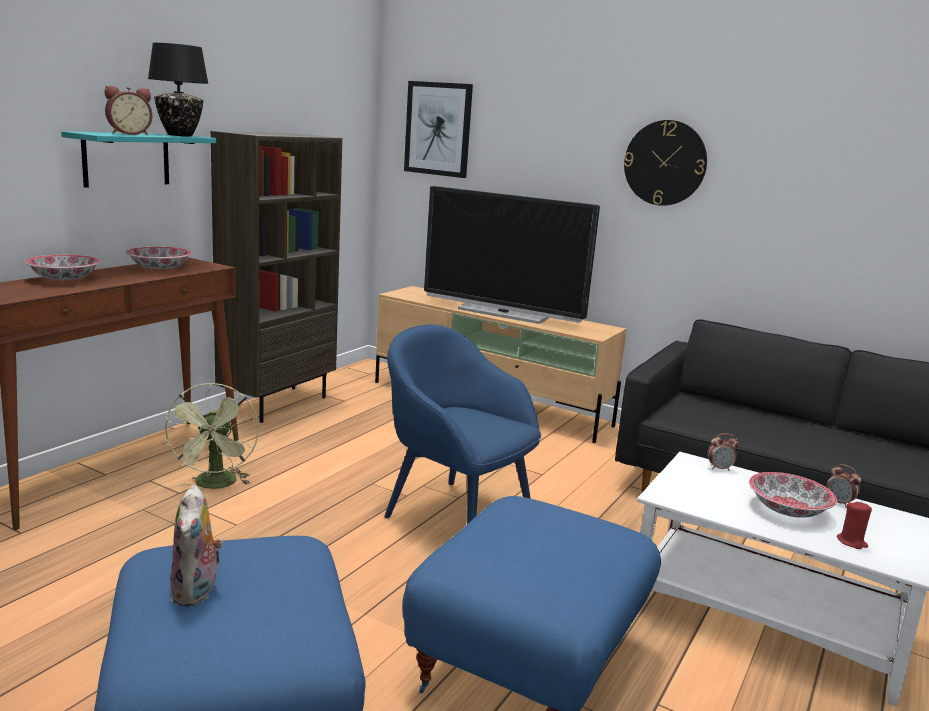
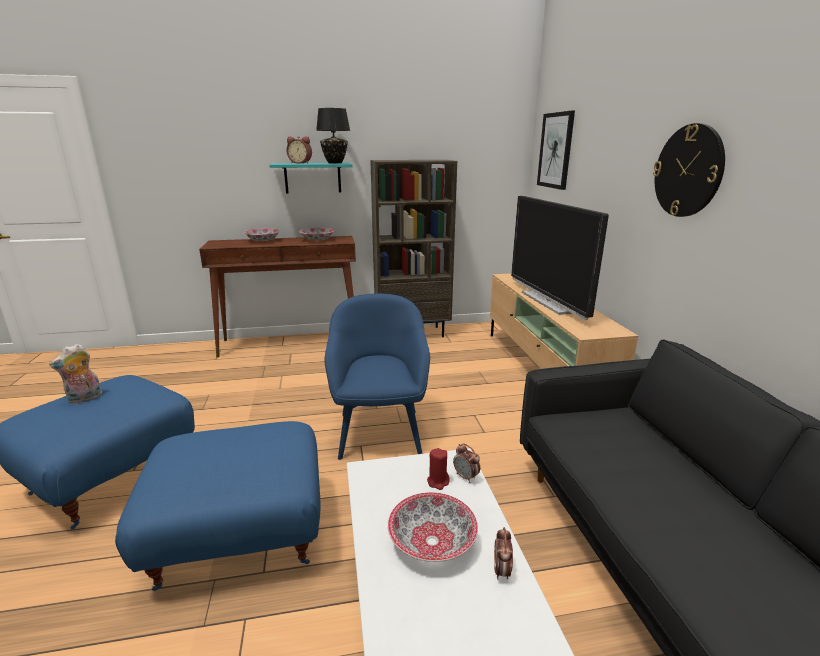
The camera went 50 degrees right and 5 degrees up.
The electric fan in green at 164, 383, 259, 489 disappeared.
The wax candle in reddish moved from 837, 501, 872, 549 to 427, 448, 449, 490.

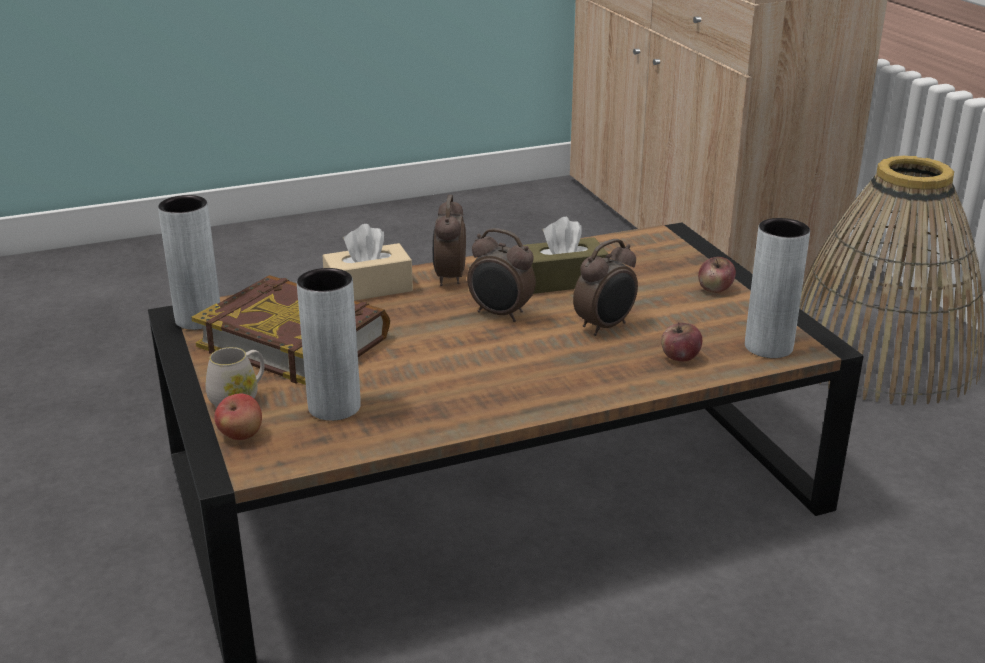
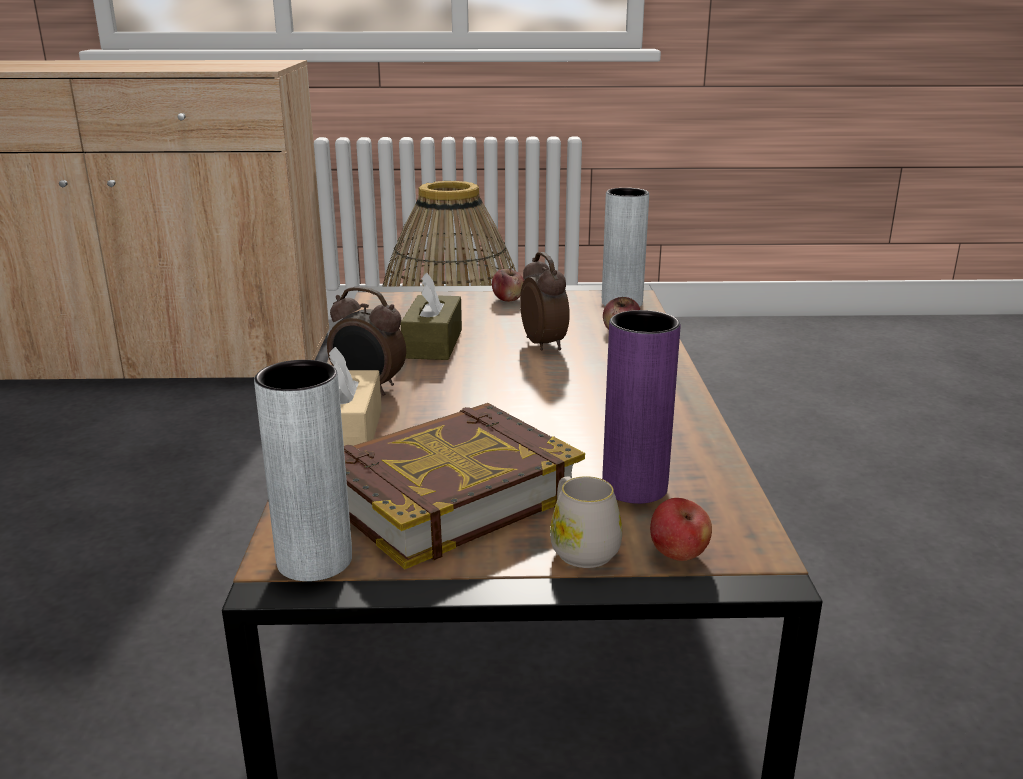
The camera went 70 degrees left and 5 degrees down.
The bedside clock at 467, 228, 536, 322 disappeared.
The decorative vase in grey at 297, 268, 361, 421 became the decorative vase in purple at 602, 310, 681, 504.

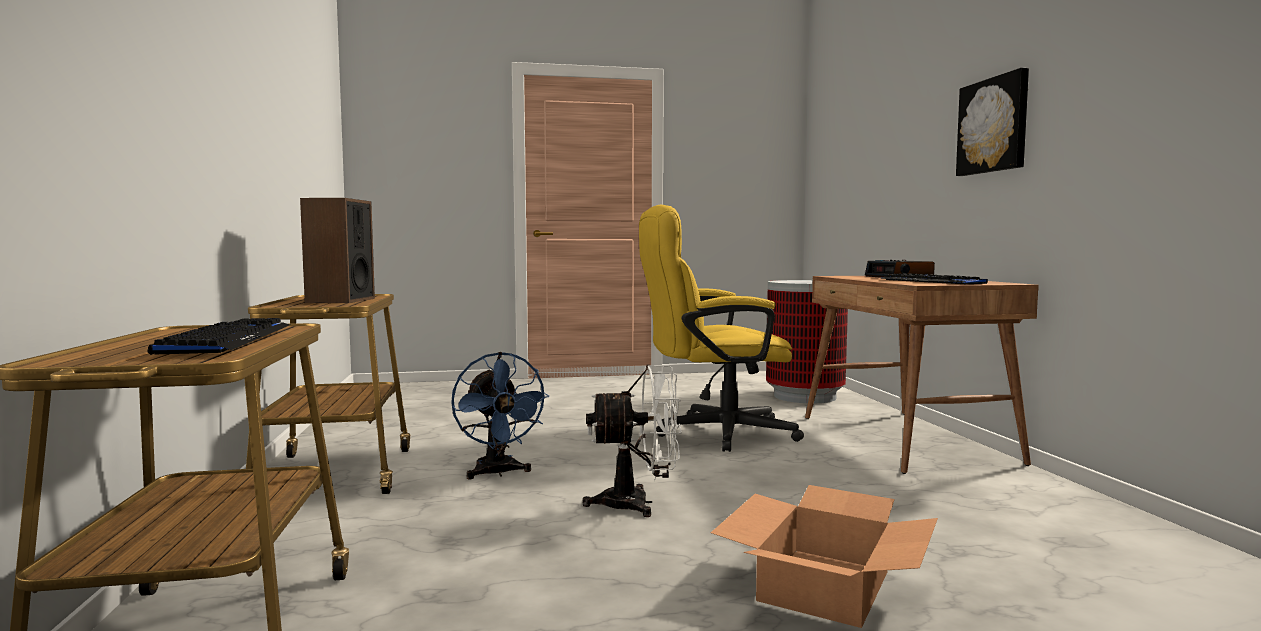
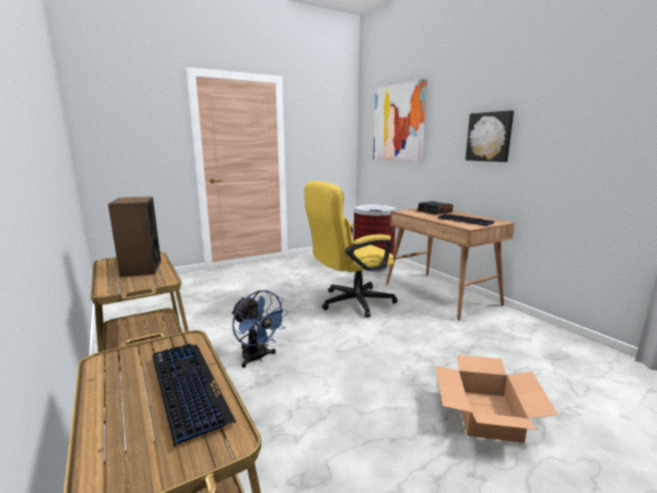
The camera went 20 degrees left and 10 degrees up.
The electric fan in white-coloured at 583, 364, 682, 517 disappeared.
The wall art at 373, 79, 427, 162 appeared.

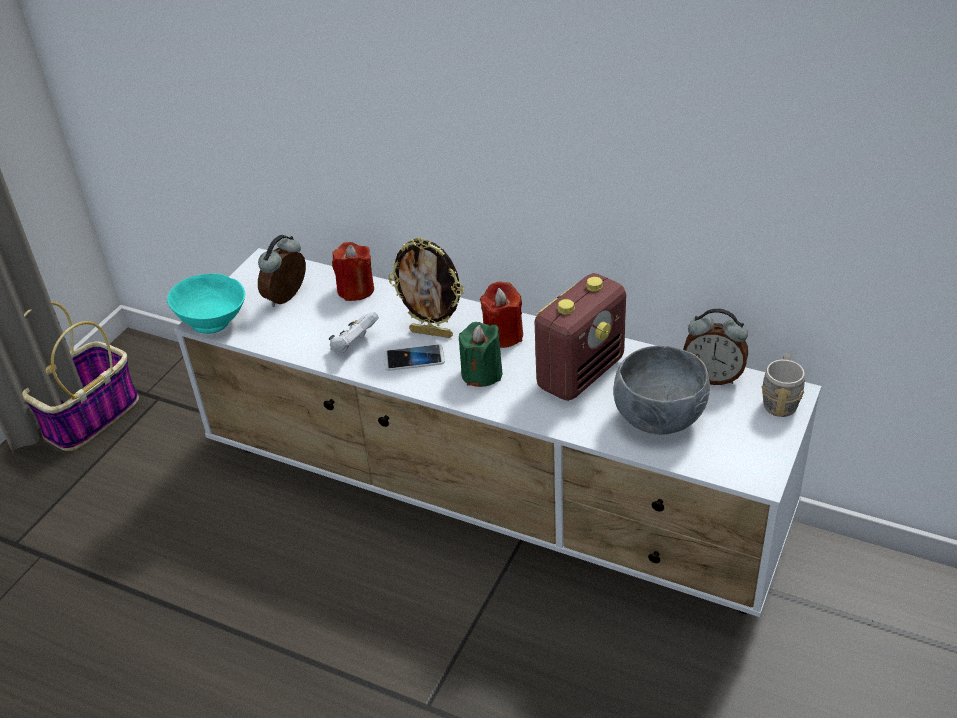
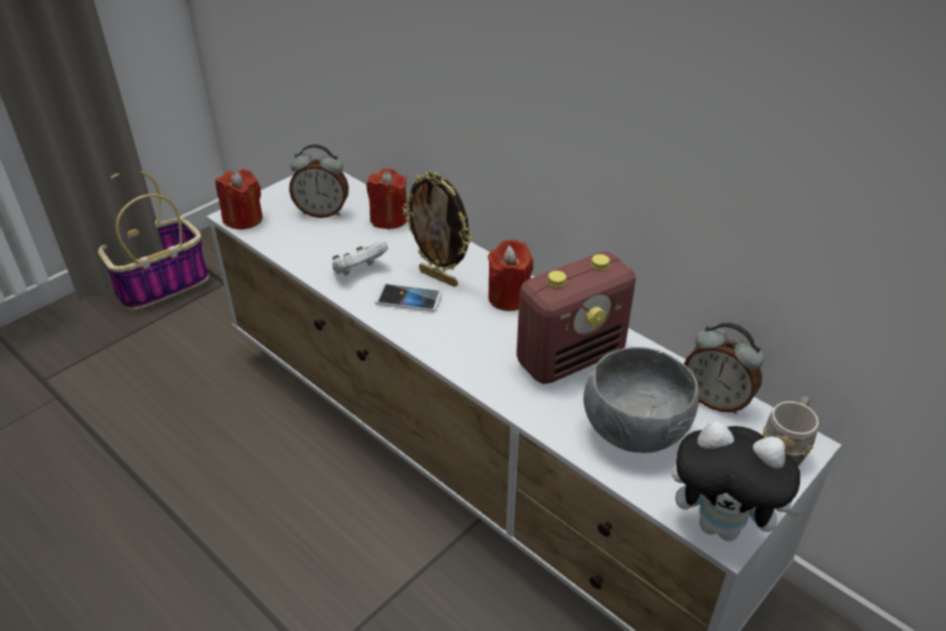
The camera went 15 degrees right and 0 degrees up.
The bedside clock at 258, 235, 306, 307 turned 135 degrees counterclockwise.
The bowl in turquoise-coloured at 167, 273, 245, 334 was replaced by the wax candle in reddish at 216, 169, 263, 229.
The wax candle in green at 459, 322, 503, 387 disappeared.
The cuddly toy at 672, 421, 806, 541 appeared.

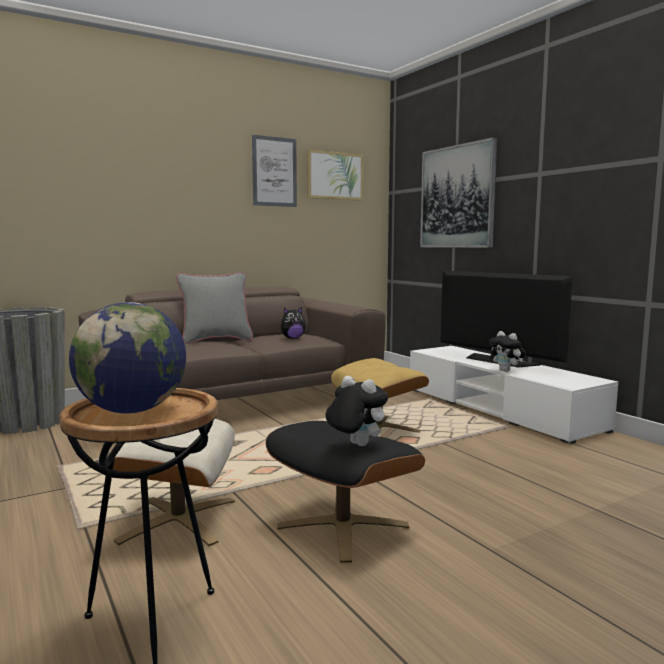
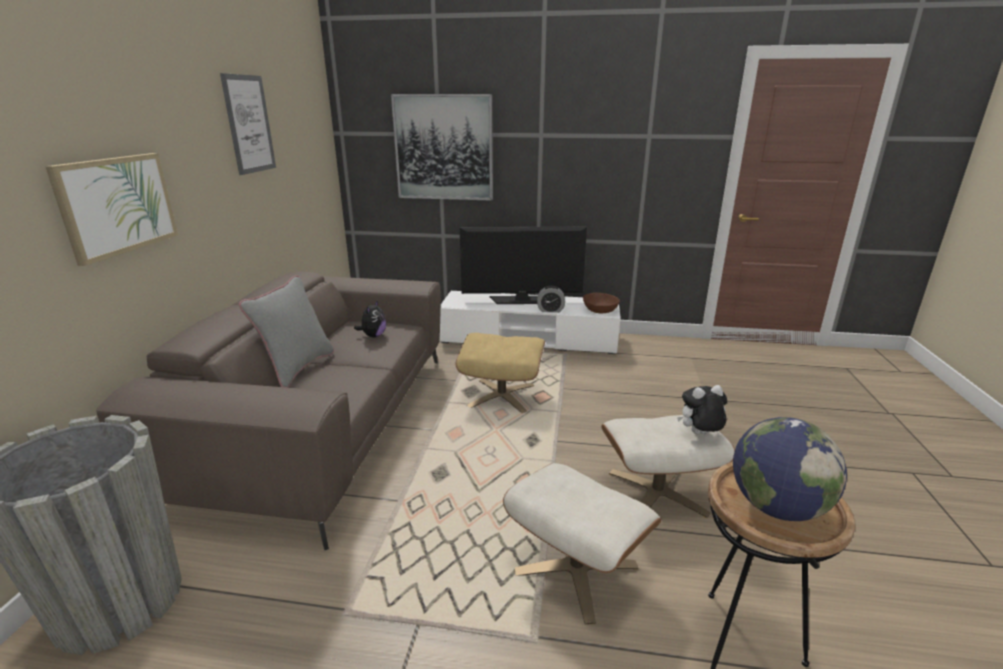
The camera went 50 degrees left and 15 degrees up.
The wall art moved from 307, 149, 363, 201 to 45, 153, 178, 266.
The cuddly toy at 489, 331, 526, 372 was replaced by the bedside clock at 537, 286, 565, 313.
The footrest in blackish at 266, 421, 425, 563 became the footrest in beige-coloured at 601, 415, 735, 518.
The bowl in brown at 583, 293, 620, 313 appeared.

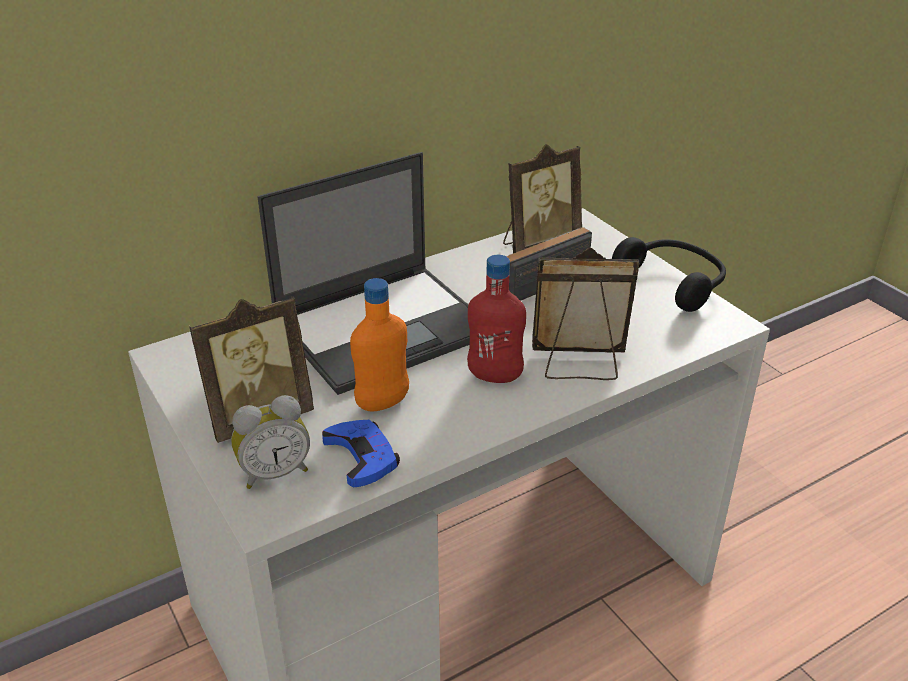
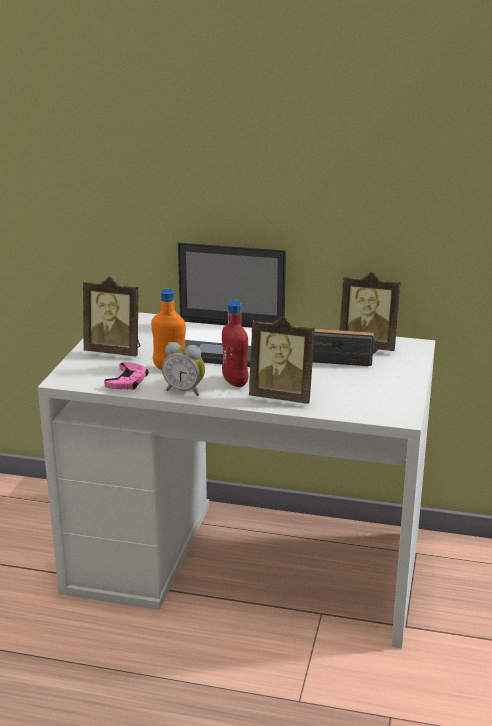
The camera went 45 degrees right and 10 degrees down.
The pair of headphones in blackish at 612, 237, 726, 312 disappeared.
The photo frame at 532, 248, 639, 380 turned 150 degrees clockwise.
The bedside clock moved from 231, 395, 310, 489 to 162, 342, 205, 396.
The gamepad in bluish at 322, 420, 400, 487 became the gamepad in pink at 104, 362, 149, 390.

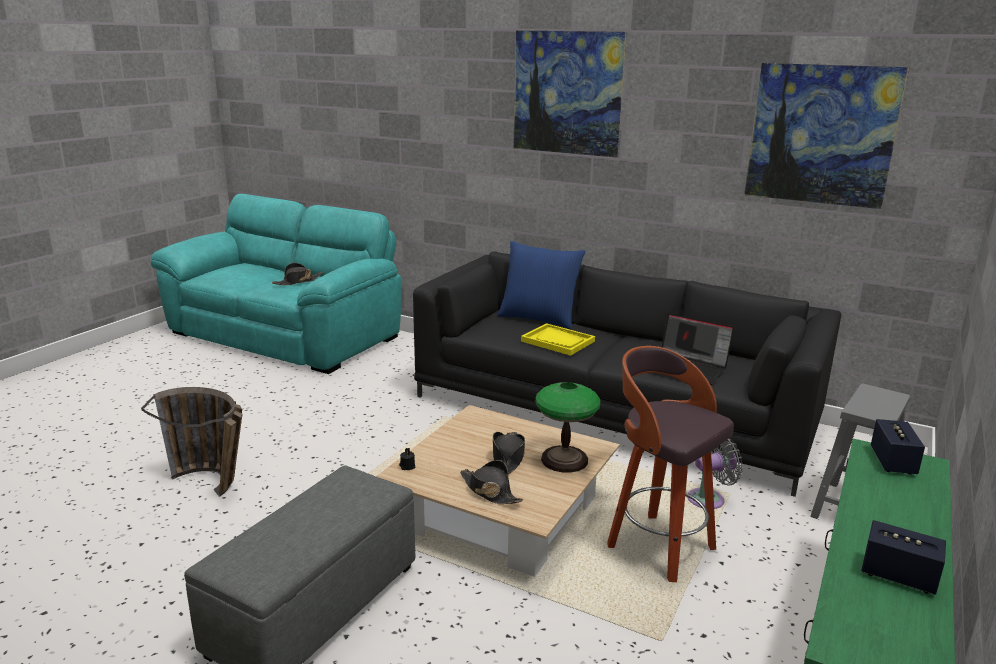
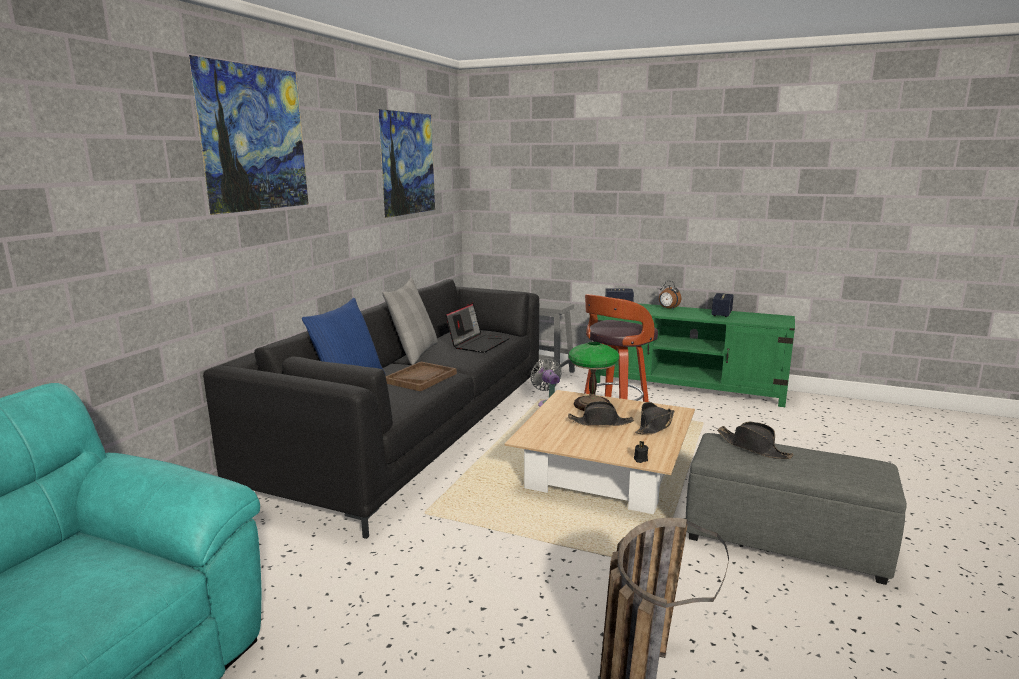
The camera went 95 degrees left and 5 degrees down.
The hat in blackish moved from 272, 263, 322, 285 to 717, 422, 793, 459.
The serving tray in yellow at 521, 323, 595, 356 became the serving tray in brown at 386, 362, 457, 391.
The cushion in grey at 382, 278, 438, 365 appeared.
The bedside clock at 659, 281, 681, 309 appeared.

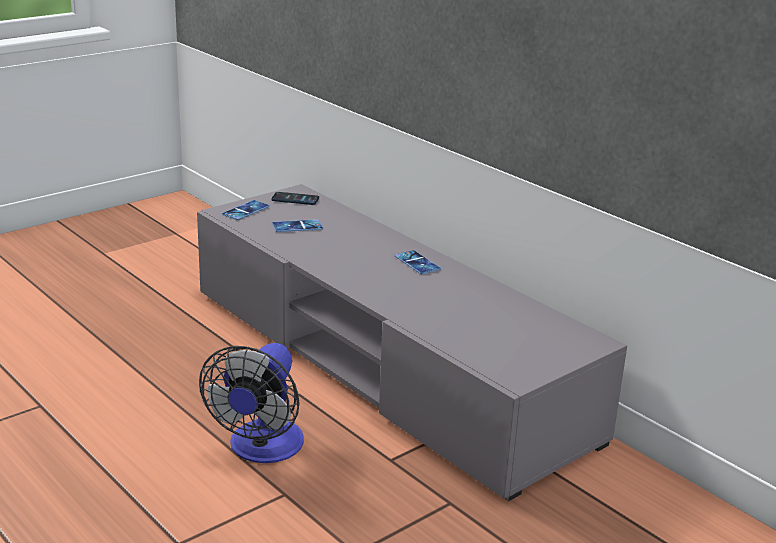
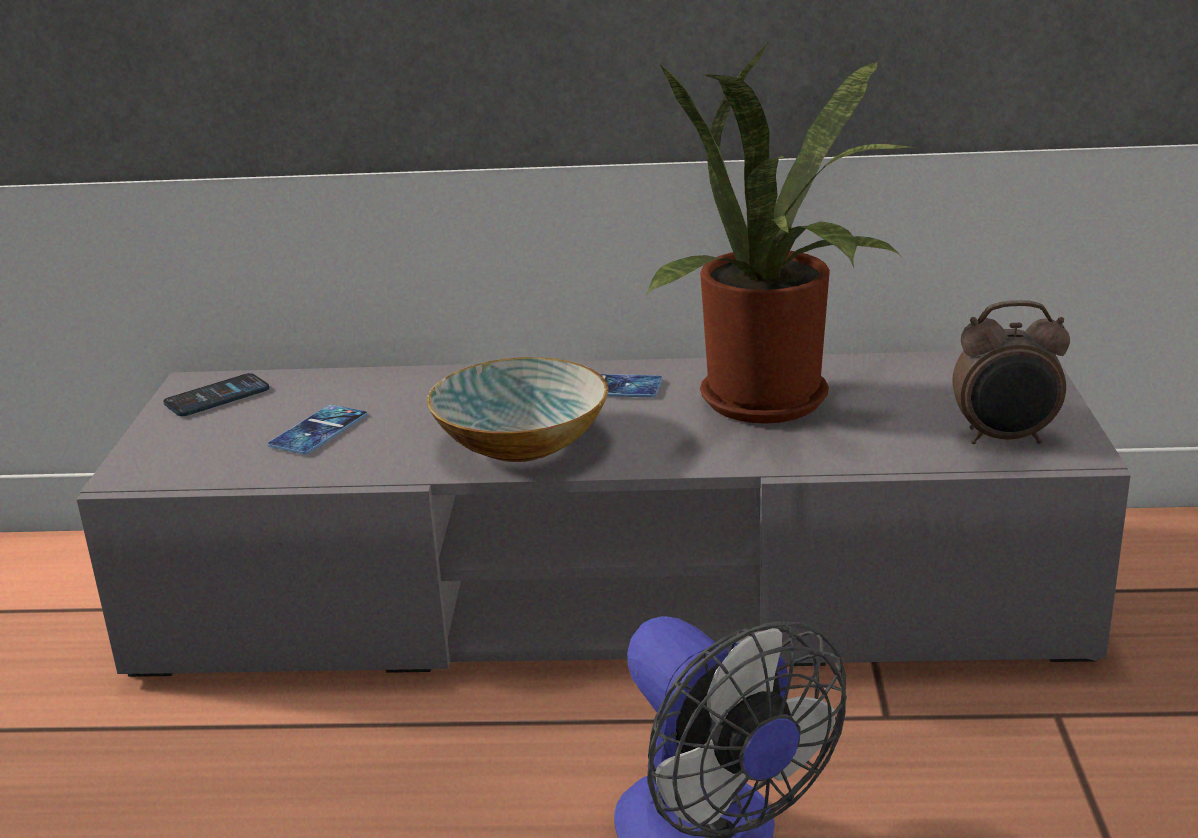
The camera went 45 degrees left and 0 degrees up.
The telephone at 222, 200, 269, 220 disappeared.
The houseplant at 645, 42, 915, 424 appeared.
The bedside clock at 953, 300, 1070, 444 appeared.
The bowl at 427, 357, 609, 462 appeared.

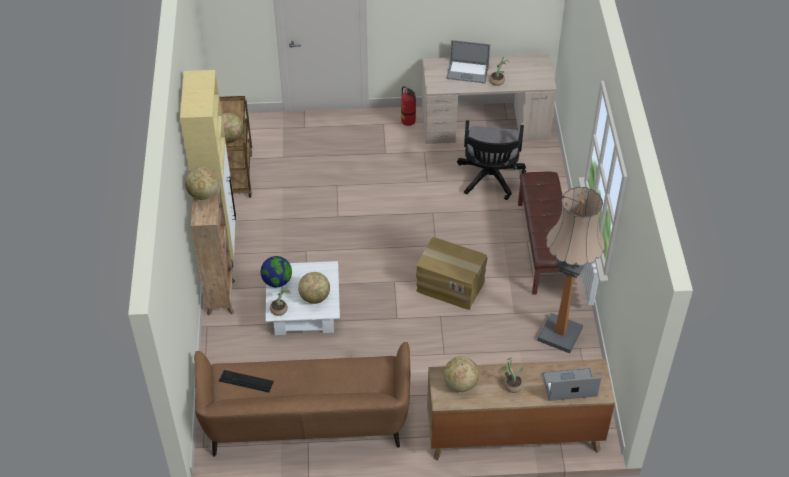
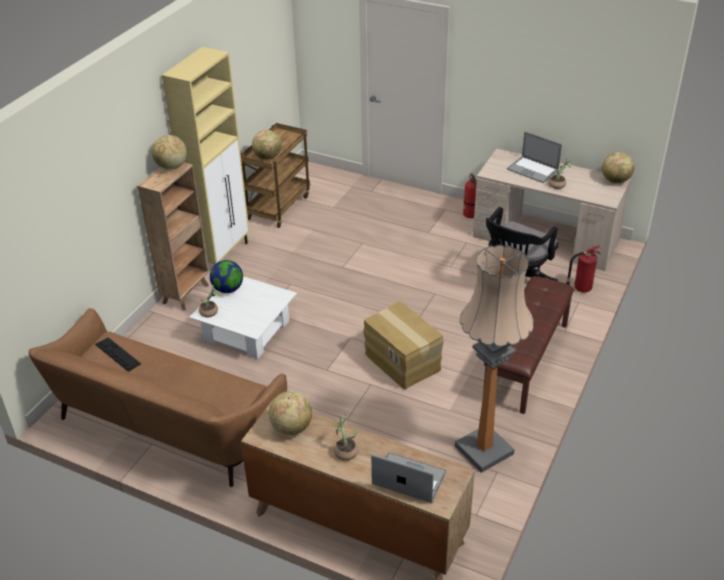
The camera went 30 degrees right and 10 degrees down.
The globe moved from 298, 272, 330, 304 to 602, 152, 634, 183.
The fire-fighting cylinder at 566, 245, 601, 292 appeared.

